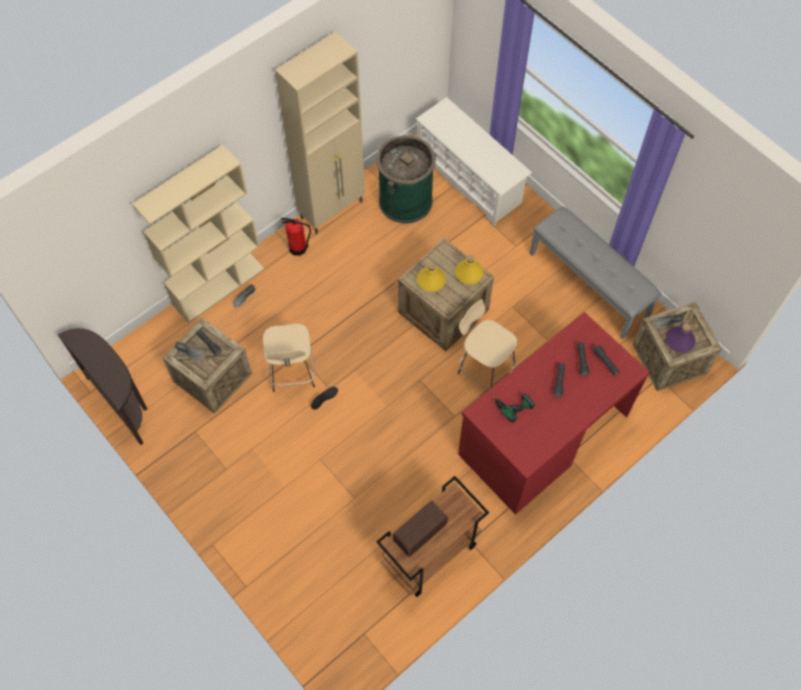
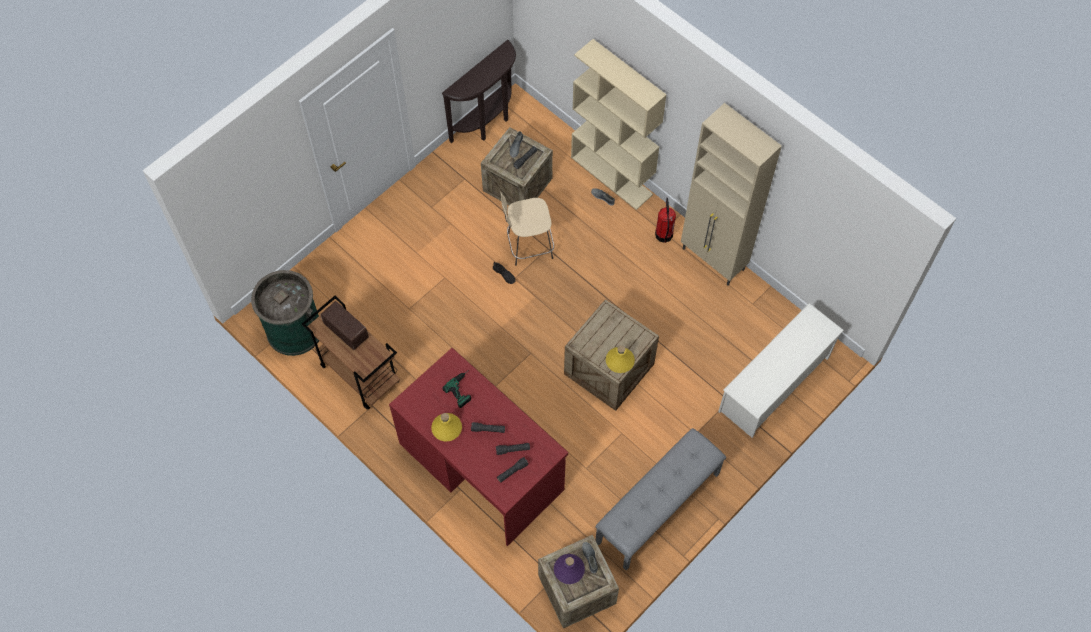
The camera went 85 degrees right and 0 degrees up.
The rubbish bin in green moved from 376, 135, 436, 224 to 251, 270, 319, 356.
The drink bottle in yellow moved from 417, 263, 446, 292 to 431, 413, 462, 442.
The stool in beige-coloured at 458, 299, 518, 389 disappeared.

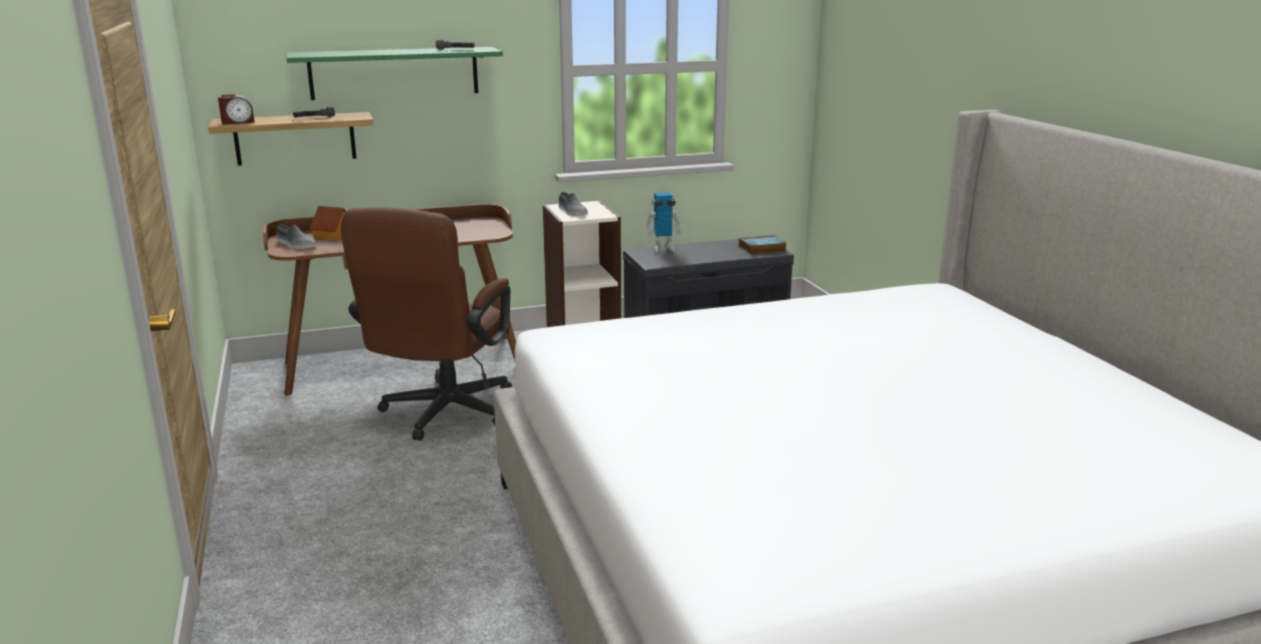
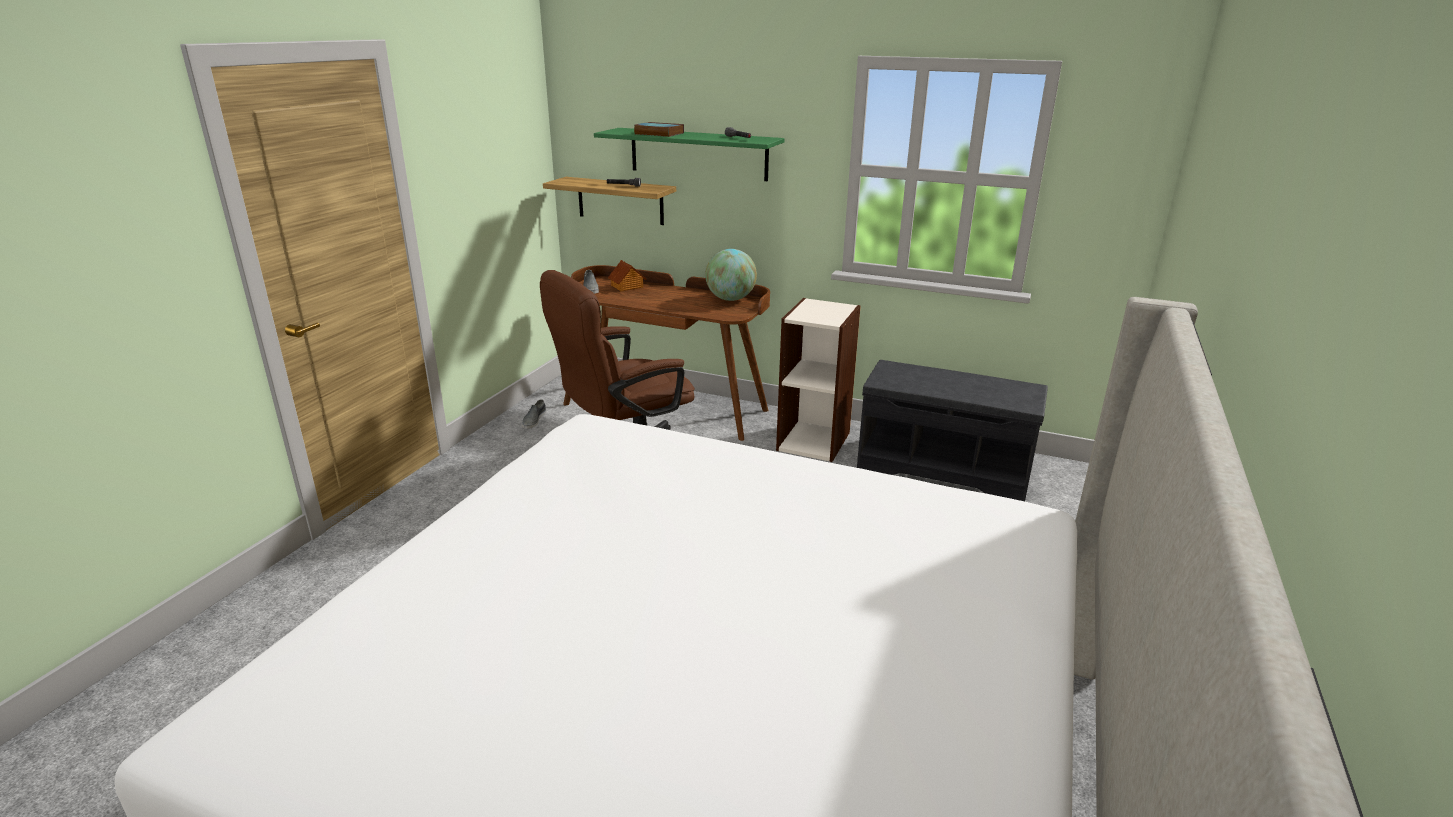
The camera went 40 degrees right and 5 degrees up.
The bedside clock at 218, 94, 255, 124 disappeared.
The item of footwear in grey moved from 559, 192, 588, 216 to 522, 399, 546, 429.
The model robot at 646, 192, 681, 253 disappeared.
The bound book moved from 739, 235, 787, 254 to 634, 122, 684, 137.
The globe at 705, 249, 757, 301 appeared.

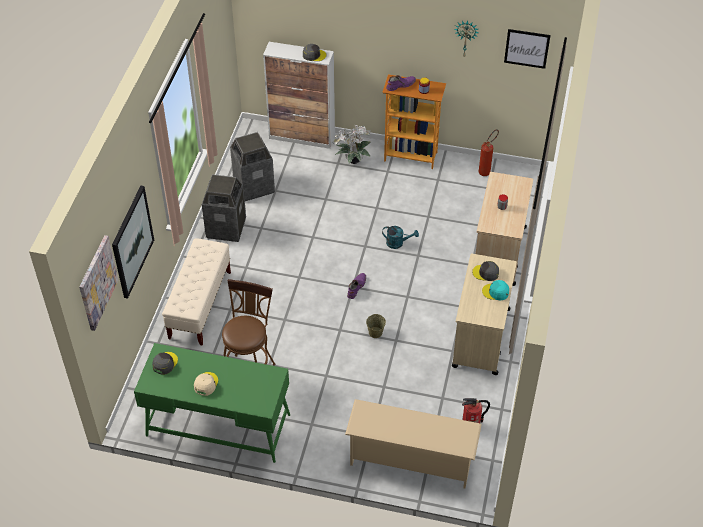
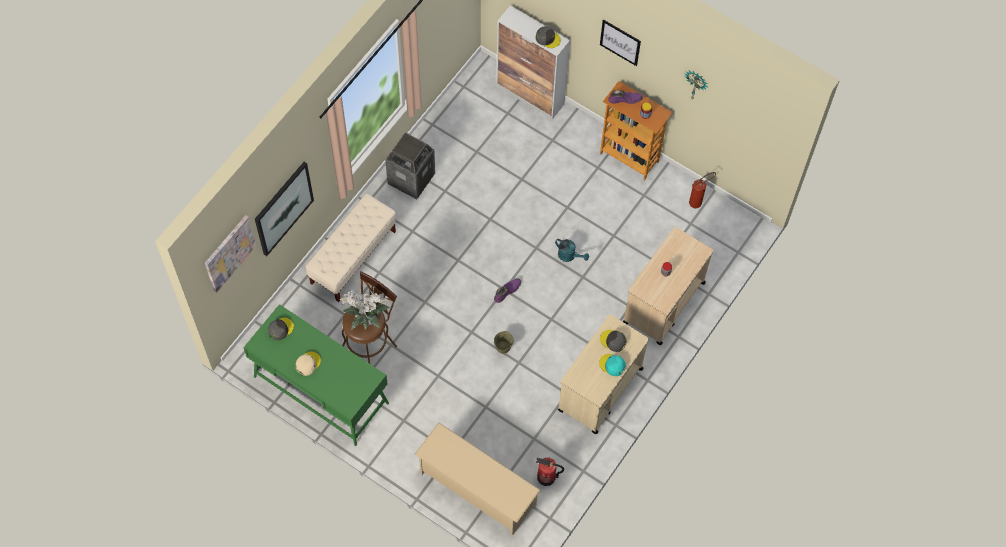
The camera went 20 degrees right and 15 degrees up.
The wall art moved from 504, 29, 551, 69 to 600, 19, 641, 66.
The houseplant moved from 332, 124, 371, 164 to 339, 290, 390, 330.
The rubbish bin at 230, 132, 275, 201 disappeared.

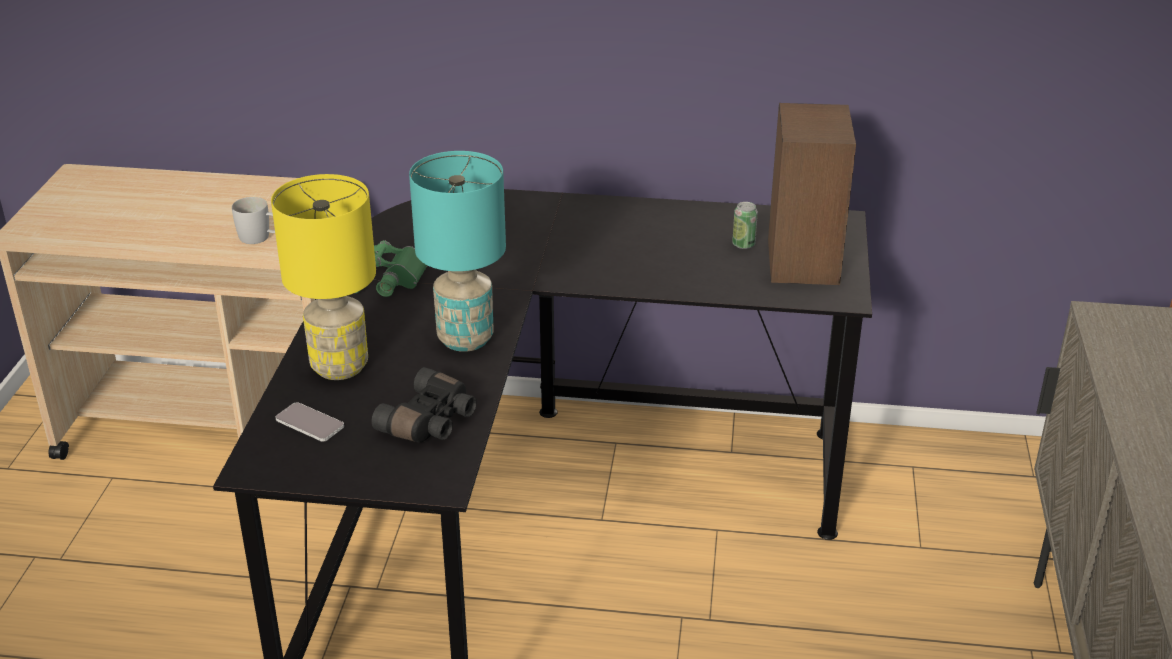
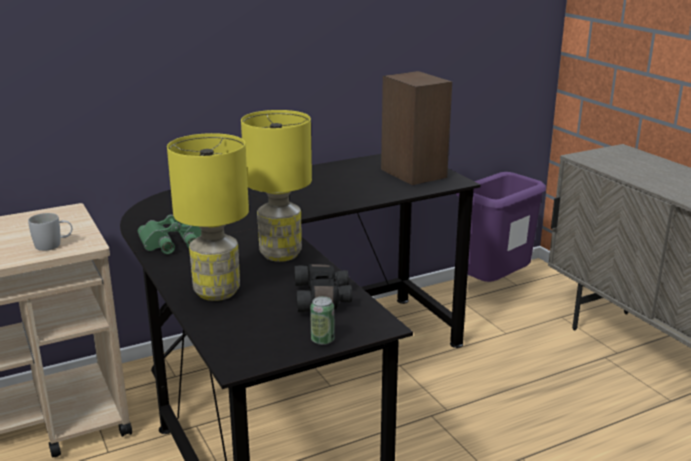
The camera went 35 degrees left and 10 degrees down.
The lamp for a table in turquoise-coloured at 409, 151, 506, 352 became the lamp for a table in yellow at 241, 110, 312, 262.
The can moved from 732, 202, 758, 249 to 310, 296, 334, 345.
The telephone at 276, 402, 344, 442 disappeared.
The rubbish bin in purple at 456, 172, 546, 282 appeared.

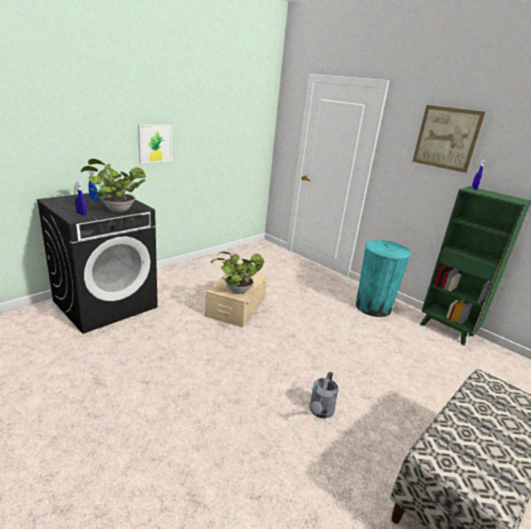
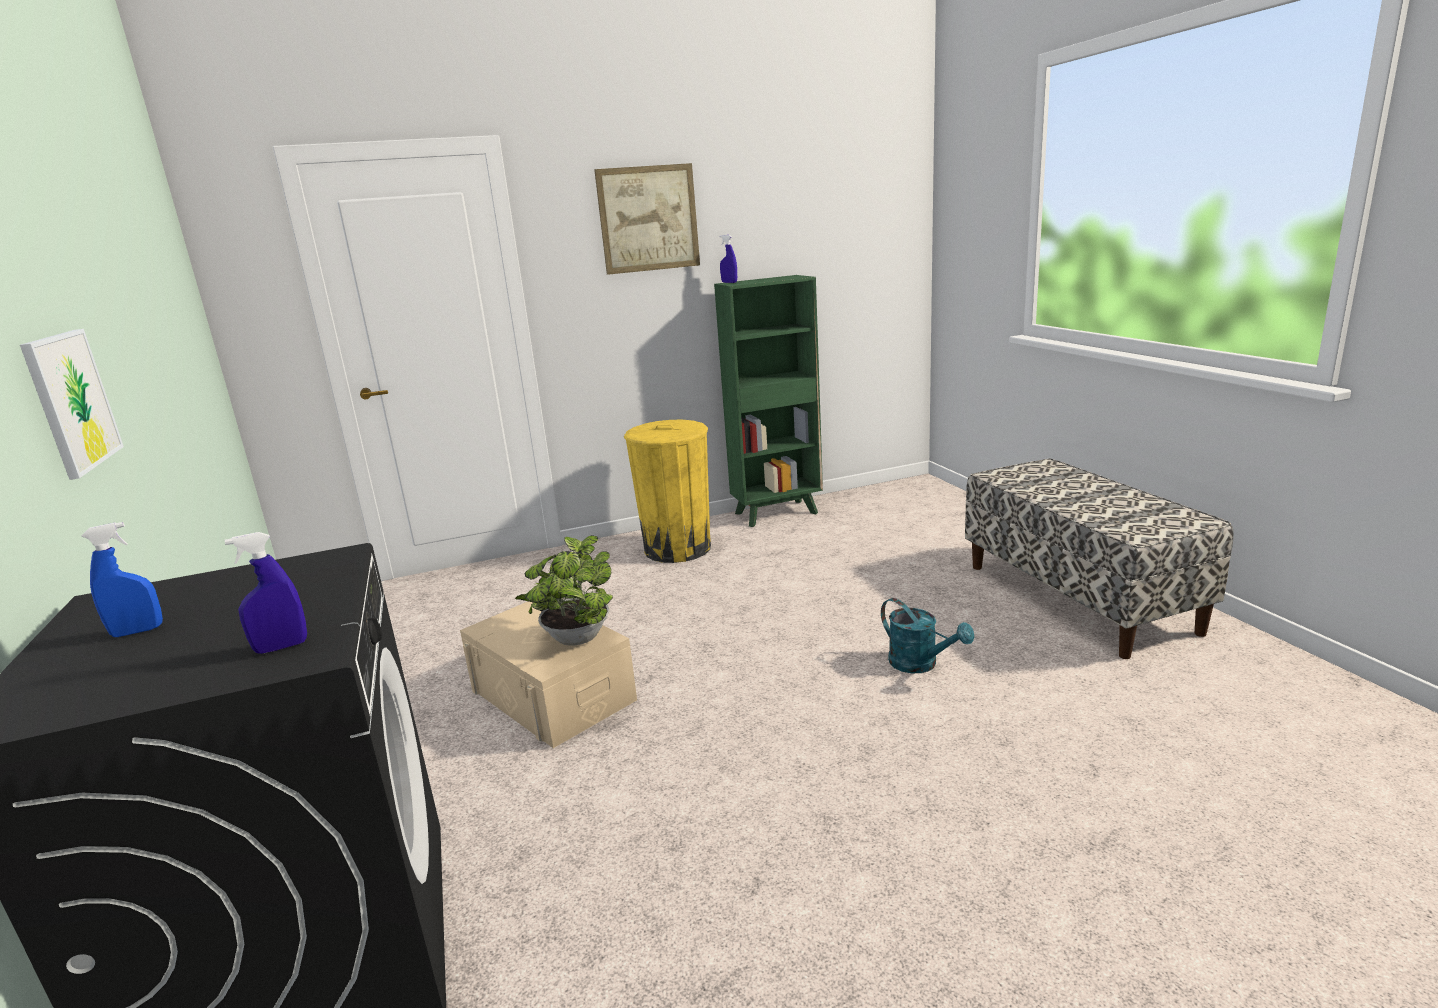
The camera went 60 degrees left and 5 degrees down.
The houseplant at 81, 159, 146, 212 disappeared.
The rubbish bin in turquoise-coloured at 356, 240, 411, 317 became the rubbish bin in yellow at 624, 420, 711, 563.
The sprinkling can in grey at 309, 372, 339, 418 became the sprinkling can in turquoise-coloured at 881, 598, 974, 673.

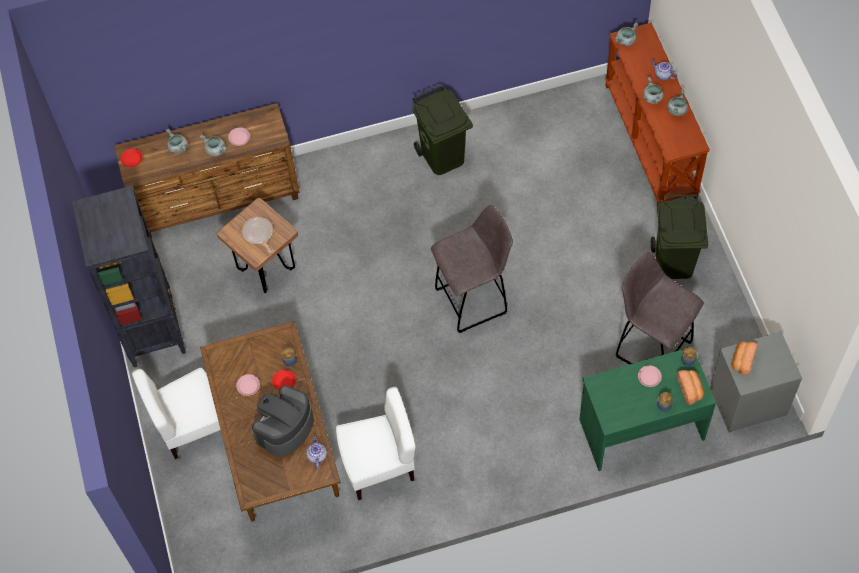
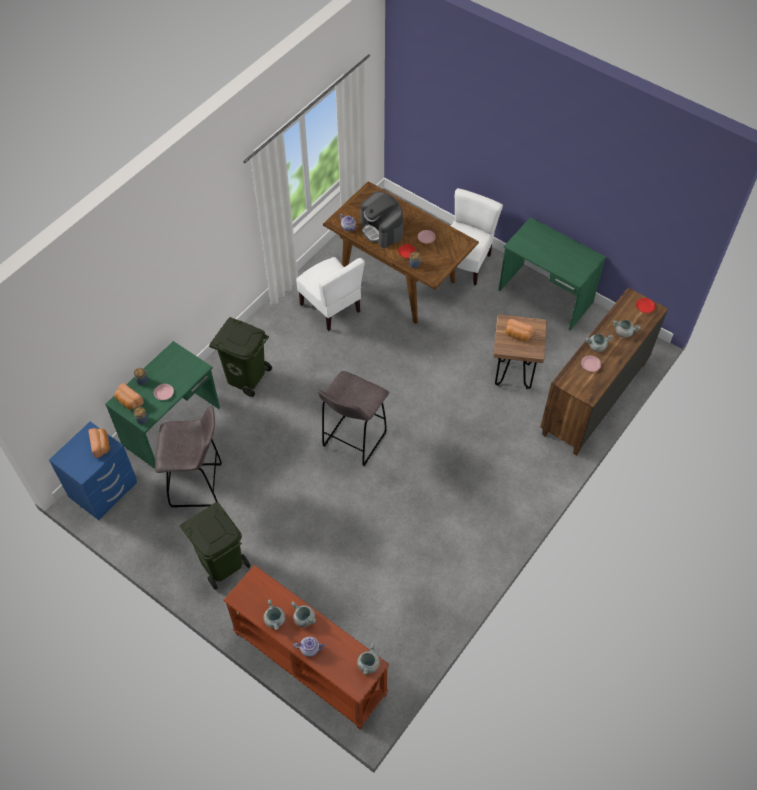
The camera went 140 degrees right and 5 degrees down.
The rubbish bin in green moved from 412, 85, 473, 175 to 209, 317, 272, 397.
The shelving unit in blackish at 72, 186, 186, 368 was replaced by the desk table in green at 499, 217, 606, 330.
The skillet at 242, 217, 273, 253 was replaced by the baked bread at 506, 319, 534, 342.
The night table in grey at 710, 332, 802, 432 became the night table in bluish at 49, 421, 137, 520.
The coffee maker at 252, 385, 314, 457 turned 150 degrees clockwise.
The plain chair in white-coloured at 336, 387, 416, 500 turned 75 degrees counterclockwise.

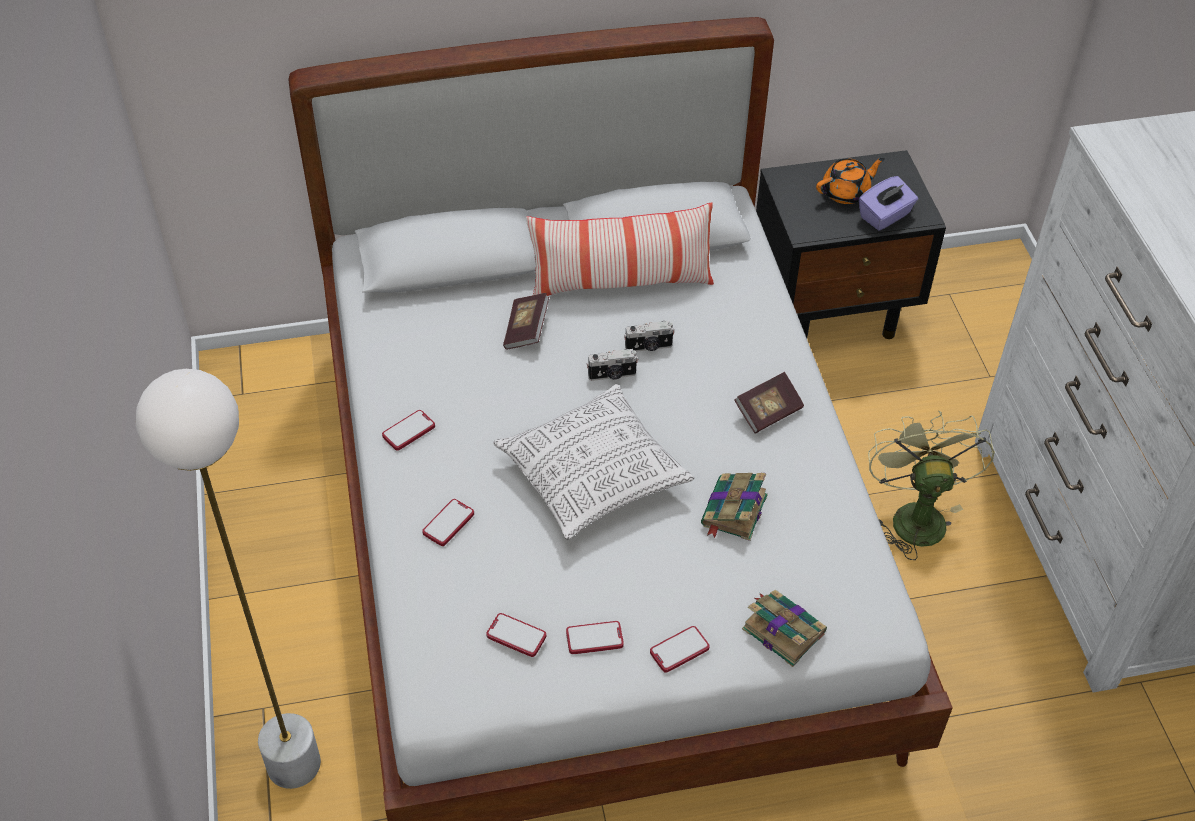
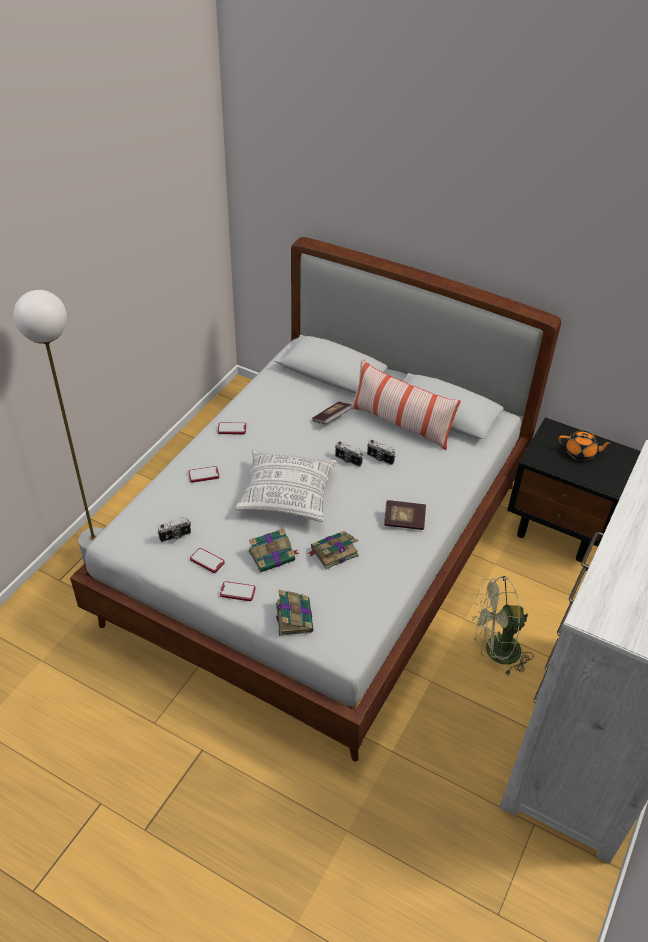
The camera went 40 degrees right and 5 degrees down.
The box of tissues in purple at 859, 176, 918, 231 disappeared.
The electric fan in green at 868, 411, 995, 560 turned 135 degrees counterclockwise.
The telephone at 486, 613, 546, 657 was replaced by the photo camera at 157, 517, 191, 542.
The bound book at 249, 528, 299, 572 appeared.

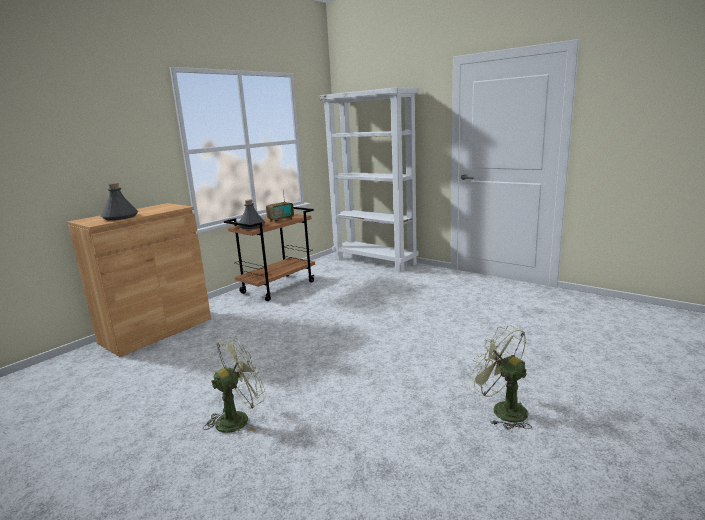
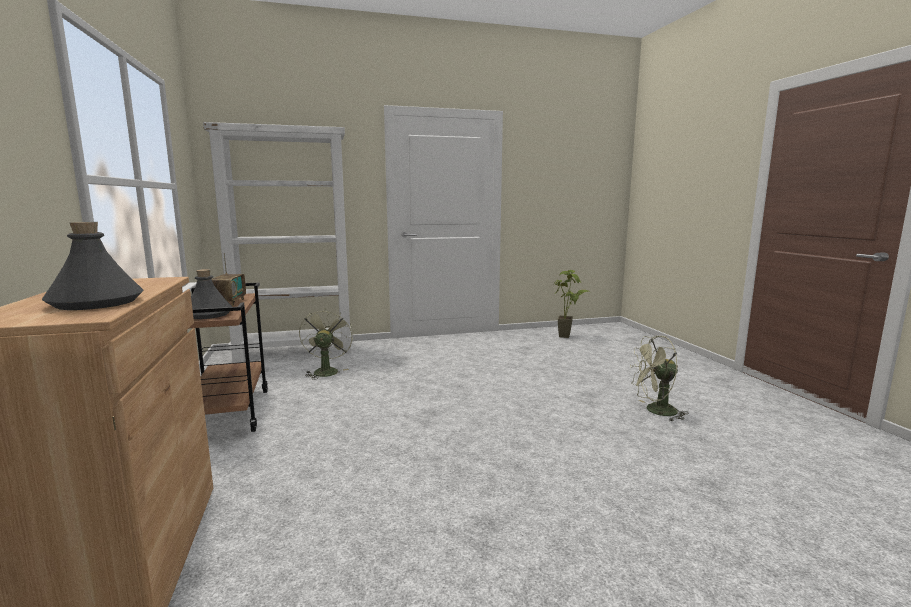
The camera went 55 degrees left and 5 degrees down.
The electric fan in green moved from 203, 337, 265, 433 to 299, 309, 353, 380.
The houseplant at 555, 270, 591, 338 appeared.

